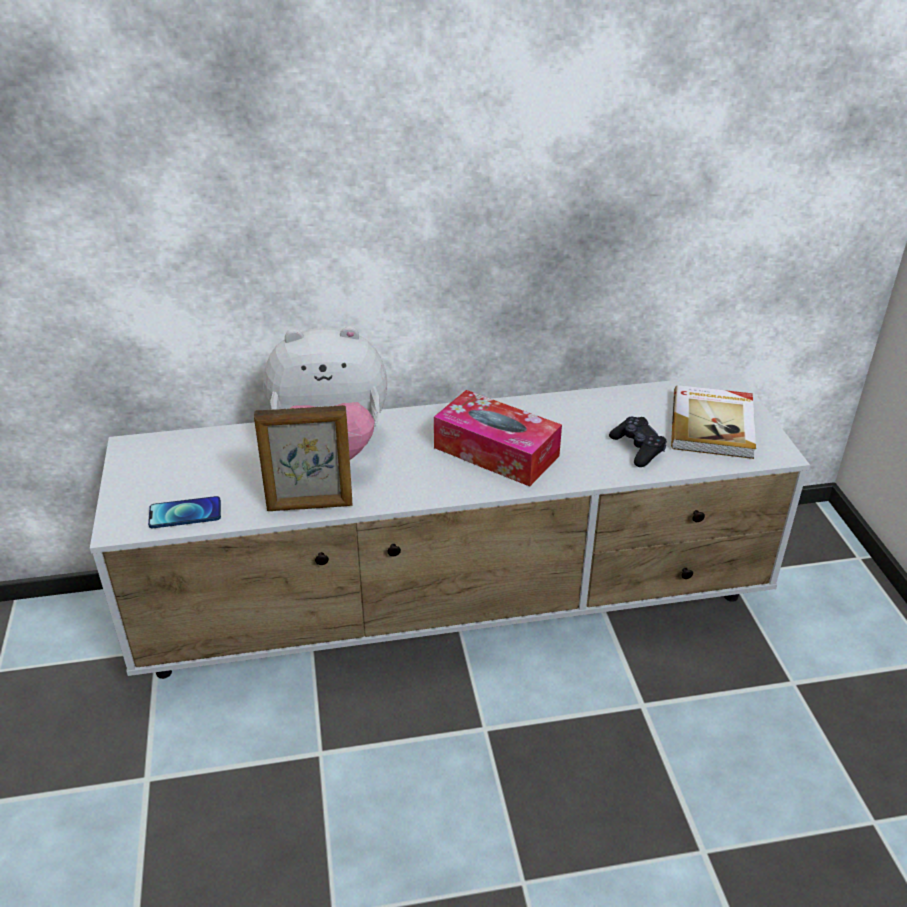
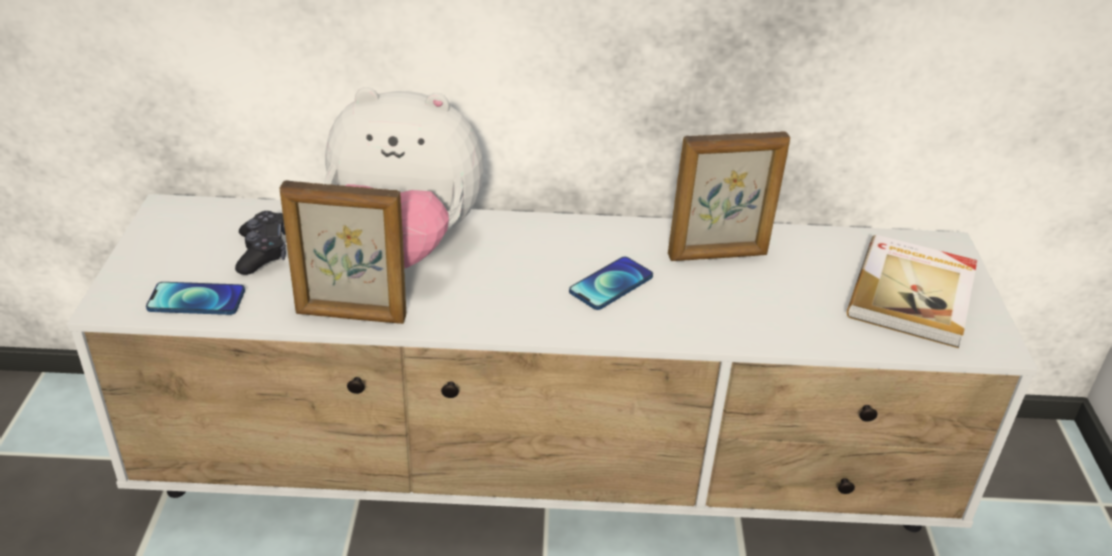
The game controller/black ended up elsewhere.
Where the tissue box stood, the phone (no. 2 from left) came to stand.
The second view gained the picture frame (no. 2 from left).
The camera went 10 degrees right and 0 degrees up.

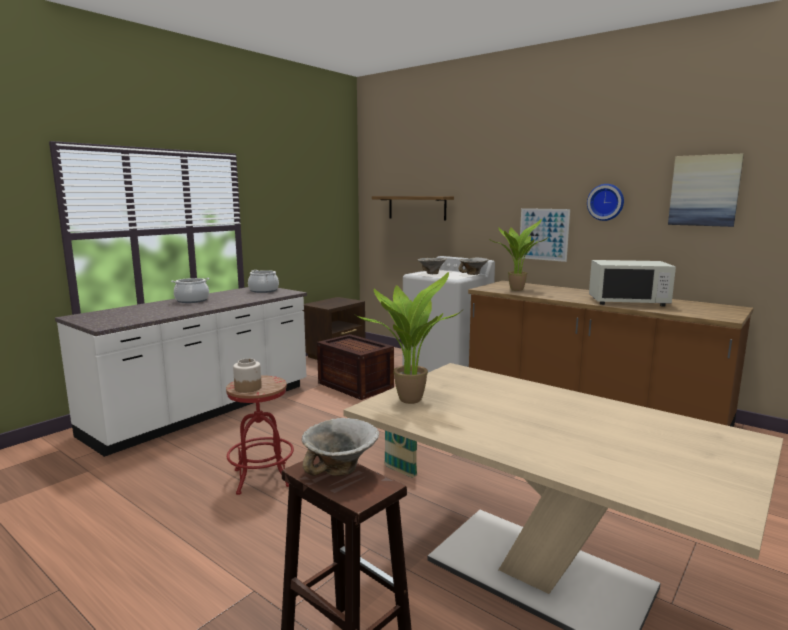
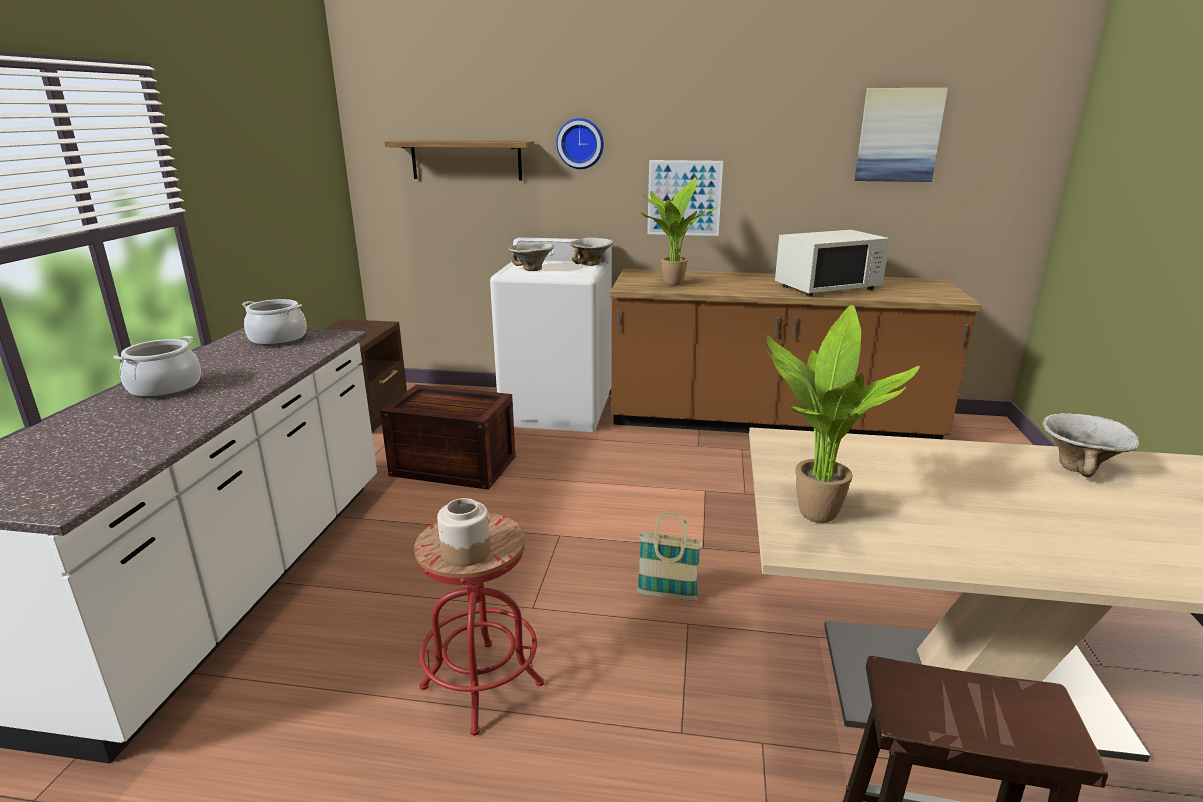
The wall clock ended up elsewhere.
The bowl (no. 1 from left in the first image) ended up elsewhere.
The camera went 30 degrees left and 10 degrees up.

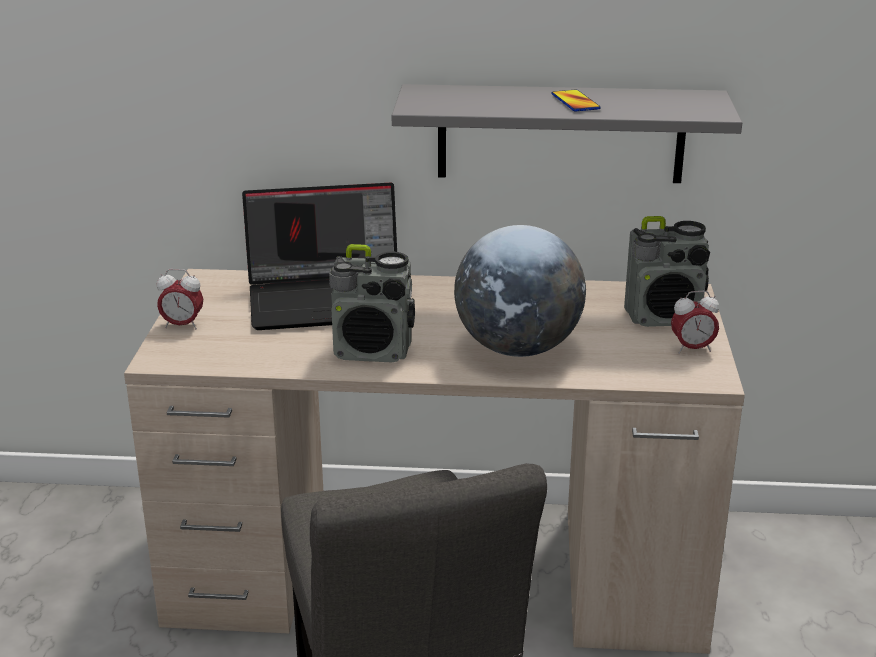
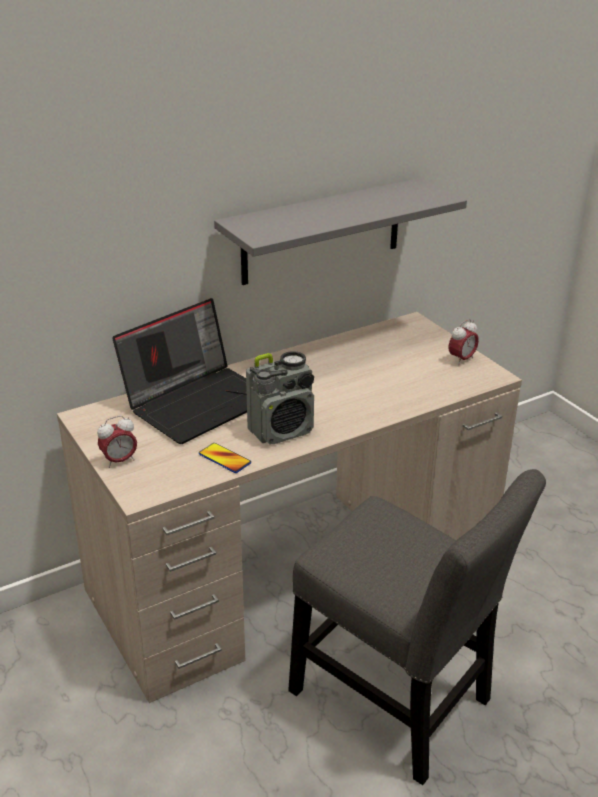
The phone ended up elsewhere.
The second view lost the globe.
The second view lost the radio (no. 2 from left).
The camera went 35 degrees left and 5 degrees up.

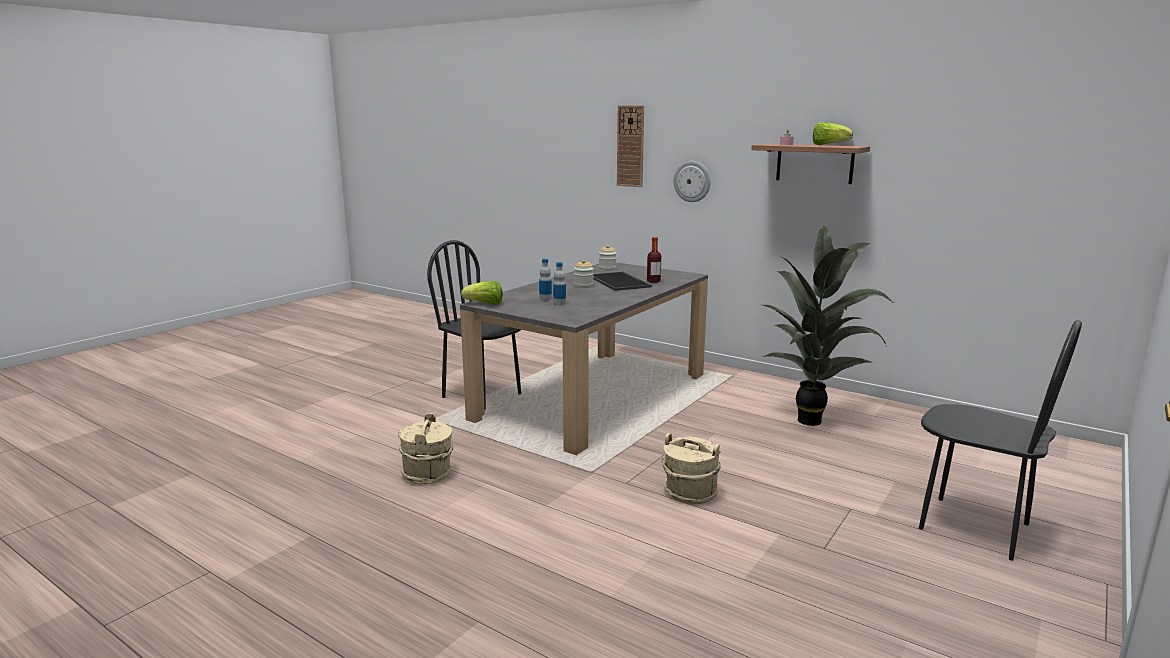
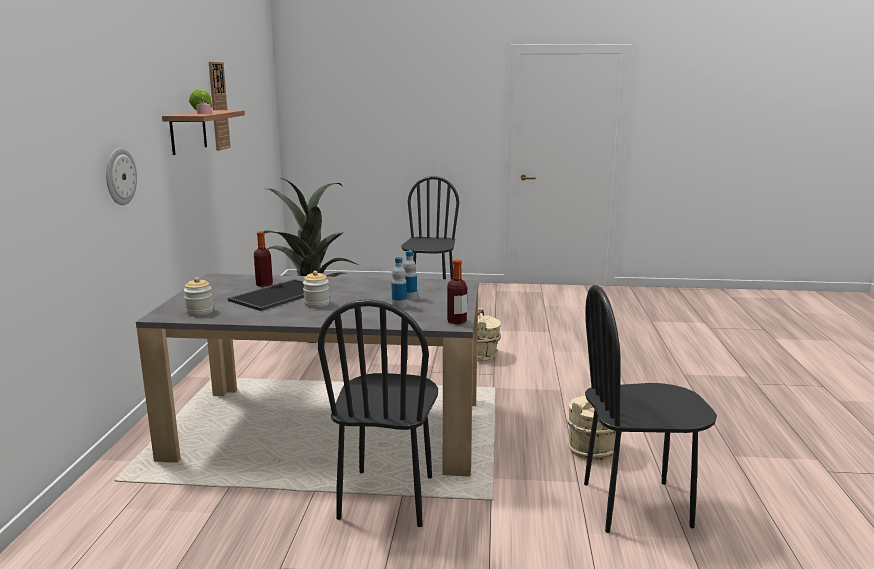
The wall clock (no. 1 from left in the first image) ended up elsewhere.
Where the lettuce (no. 1 from left) stood, the bottle (no. 4 from left) came to stand.
The second view gained the chair/black (no. 3 from left).
The camera went 120 degrees left and 0 degrees up.

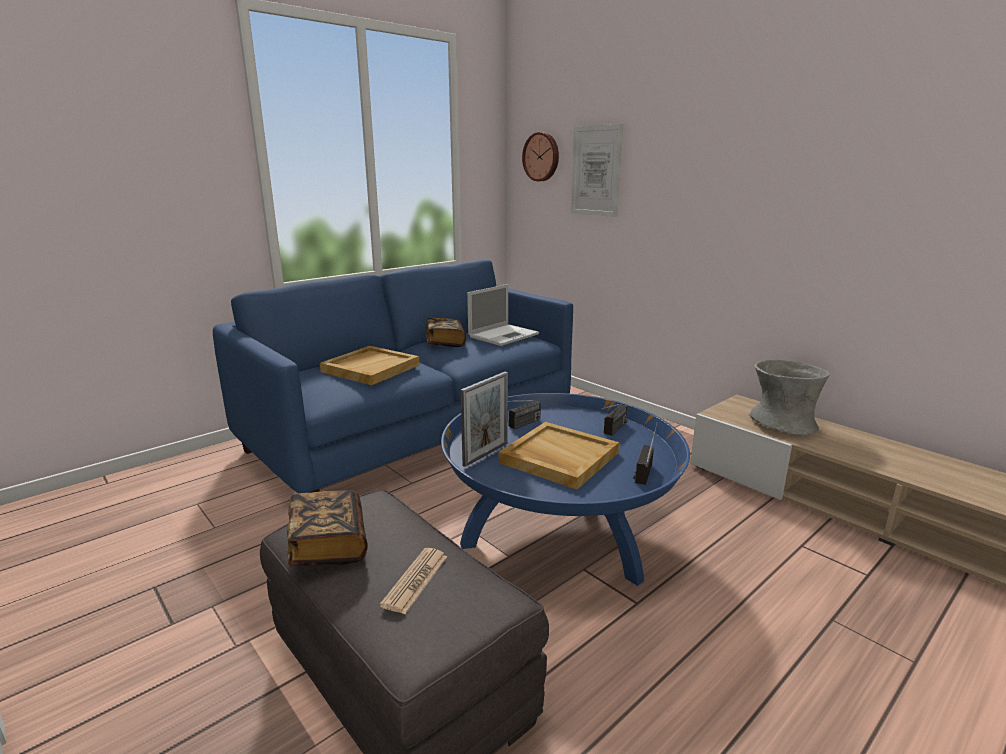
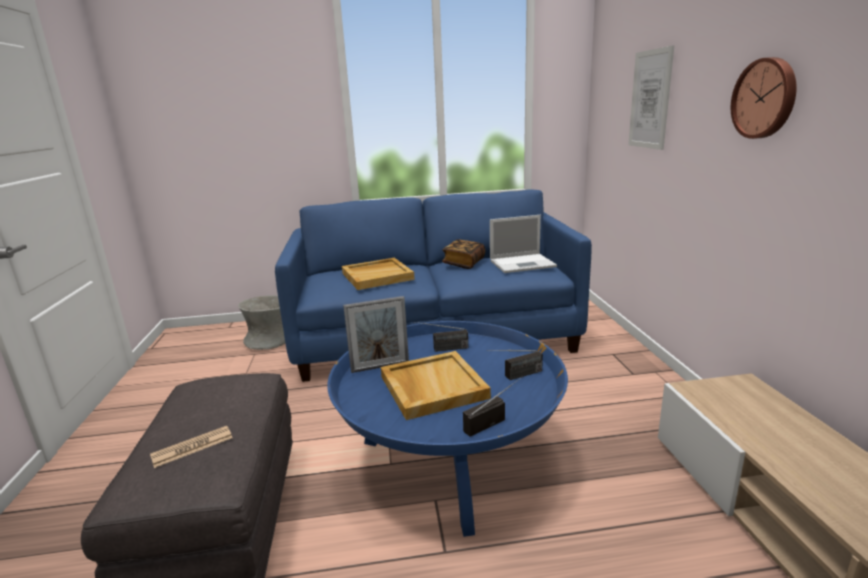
The vase/grey ended up elsewhere.
The wall clock ended up elsewhere.
The second view lost the book (no. 1 from left).
The camera went 35 degrees right and 0 degrees up.

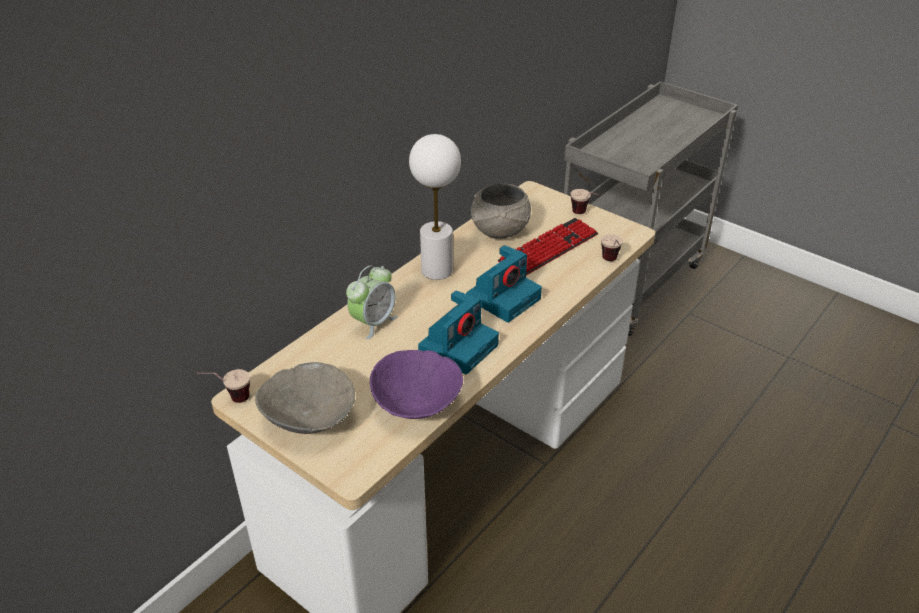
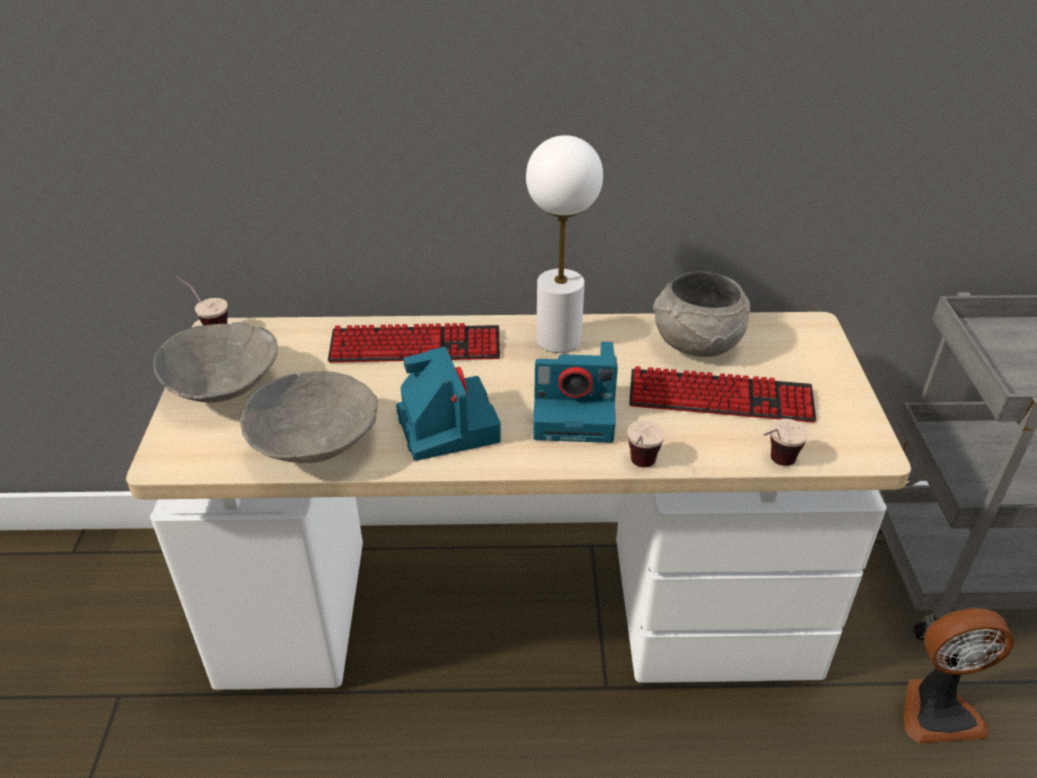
What was the bowl/purple turned into the bowl/grey (no. 2 from left).
Where the alarm clock stood, the keyboard (no. 1 from left) came to stand.
The photo camera (no. 1 from left) ended up facing another way, 105 degrees counterclockwise from before.
The cup (no. 2 from left) ended up elsewhere.
The second view gained the fan.
The camera went 50 degrees right and 0 degrees up.

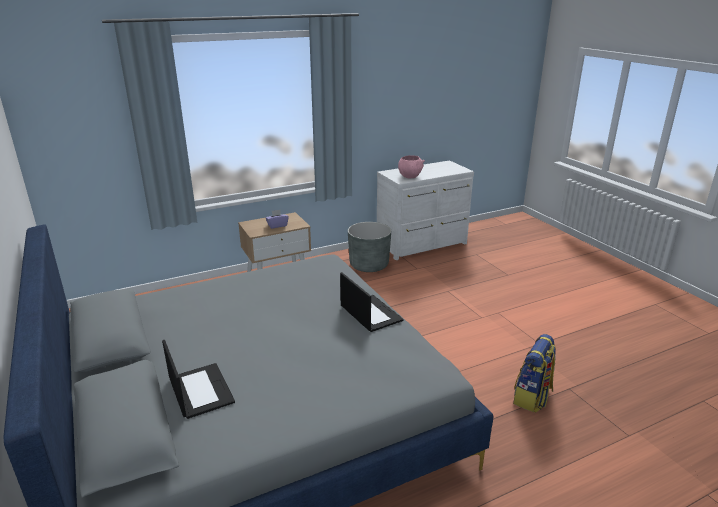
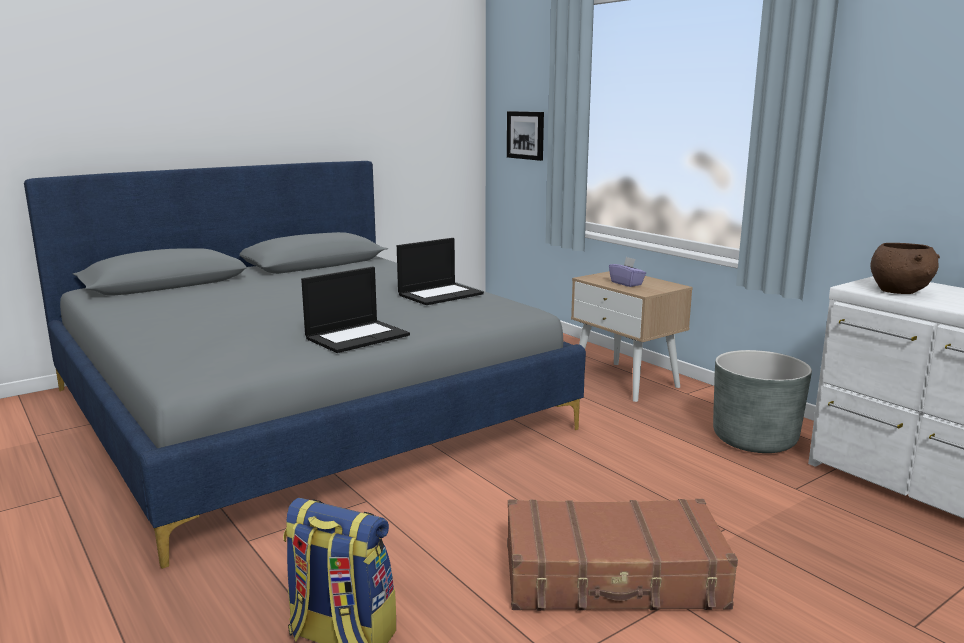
The laptop (no. 1 from left in the first image) ended up elsewhere.
The second view gained the picture.
The second view gained the suitcase/brown.
What was the bowl/pink turned into the bowl/brown.
The camera went 80 degrees right and 10 degrees down.

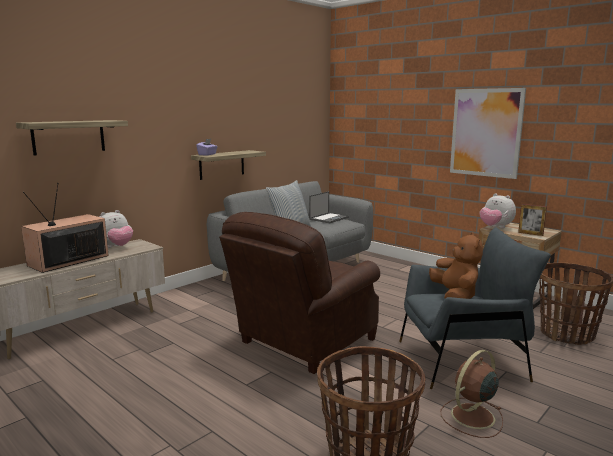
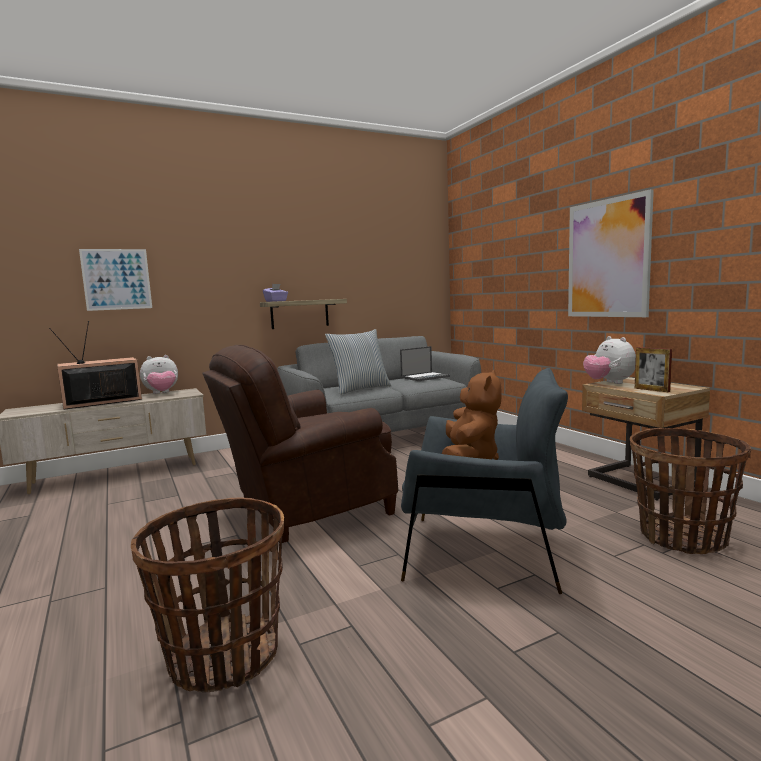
Where the shelf (no. 1 from left) hung, the picture (no. 1 from left) came to hang.
The second view lost the fan/brown.
The camera went 20 degrees right and 5 degrees down.

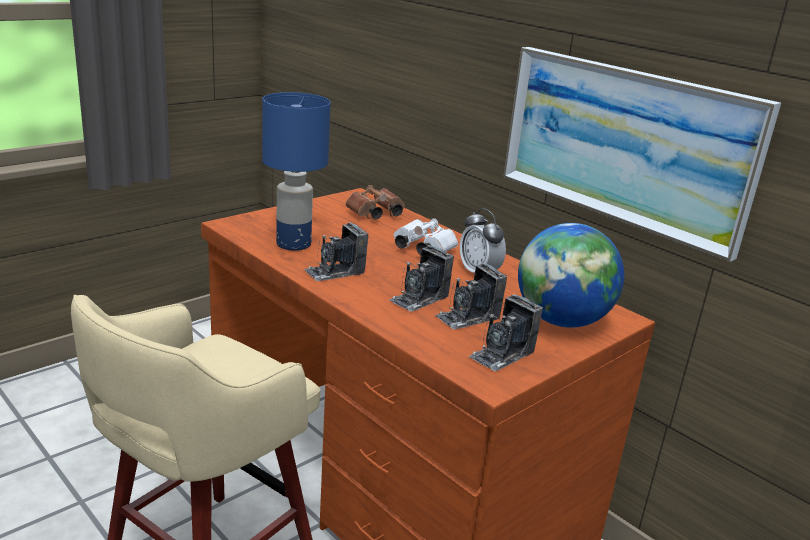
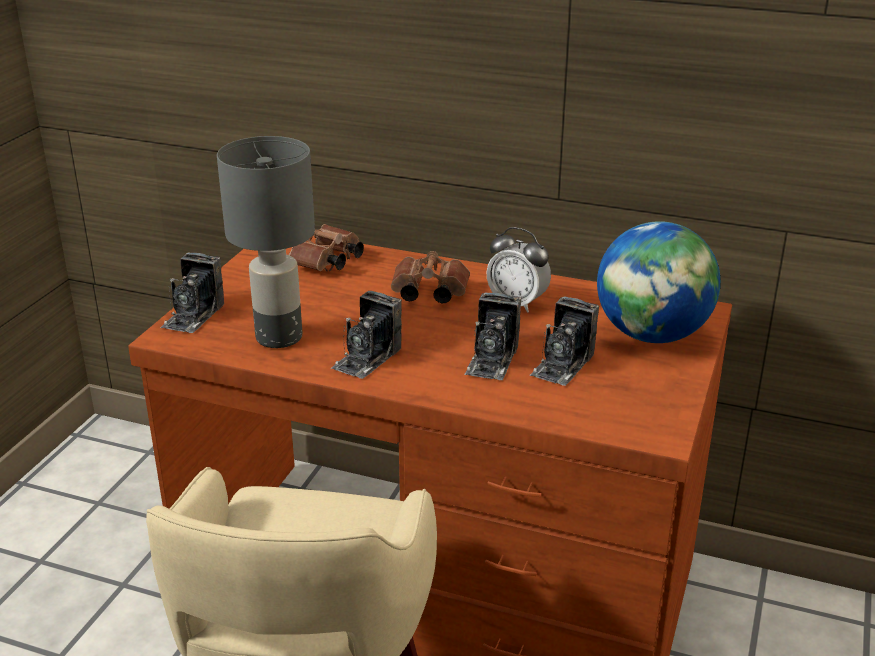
The photo camera (no. 4 from left in the first image) ended up elsewhere.
What was the table lamp/blue turned into the table lamp/grey.
What was the binoculars/white turned into the binoculars/brown (no. 2 from left).
The second view lost the picture.
The camera went 25 degrees left and 5 degrees up.

